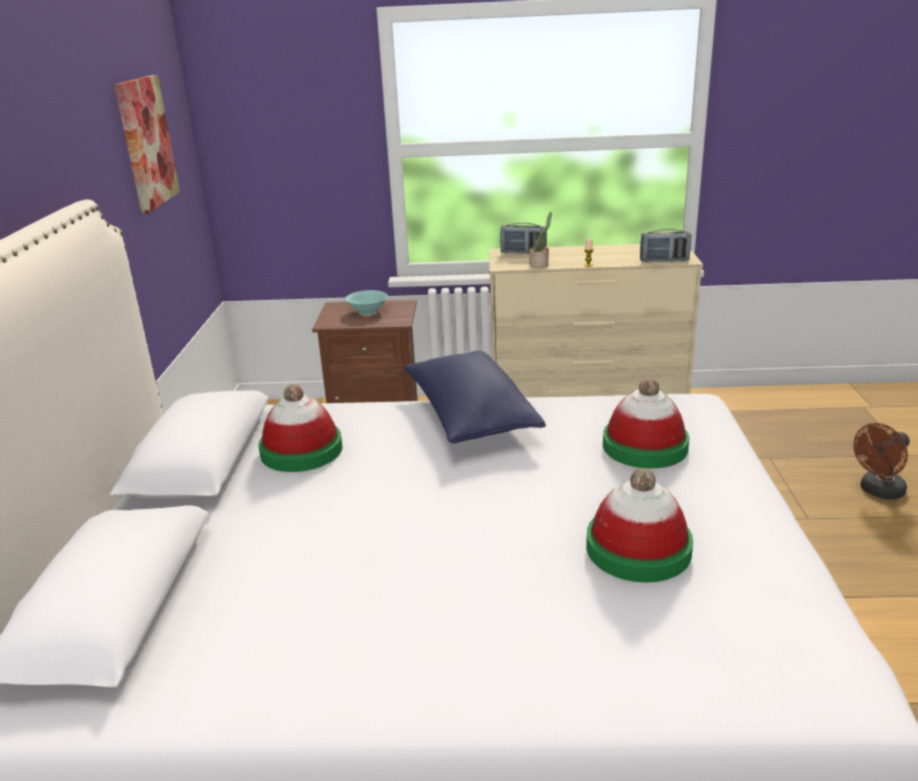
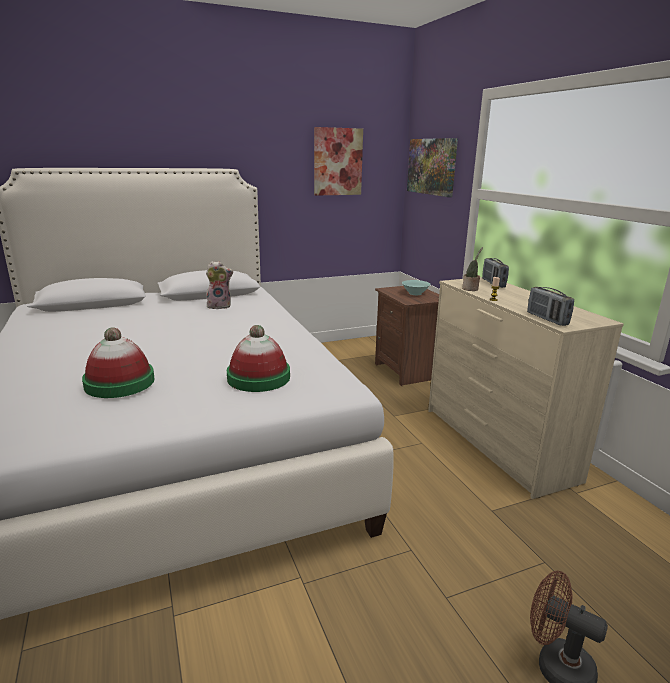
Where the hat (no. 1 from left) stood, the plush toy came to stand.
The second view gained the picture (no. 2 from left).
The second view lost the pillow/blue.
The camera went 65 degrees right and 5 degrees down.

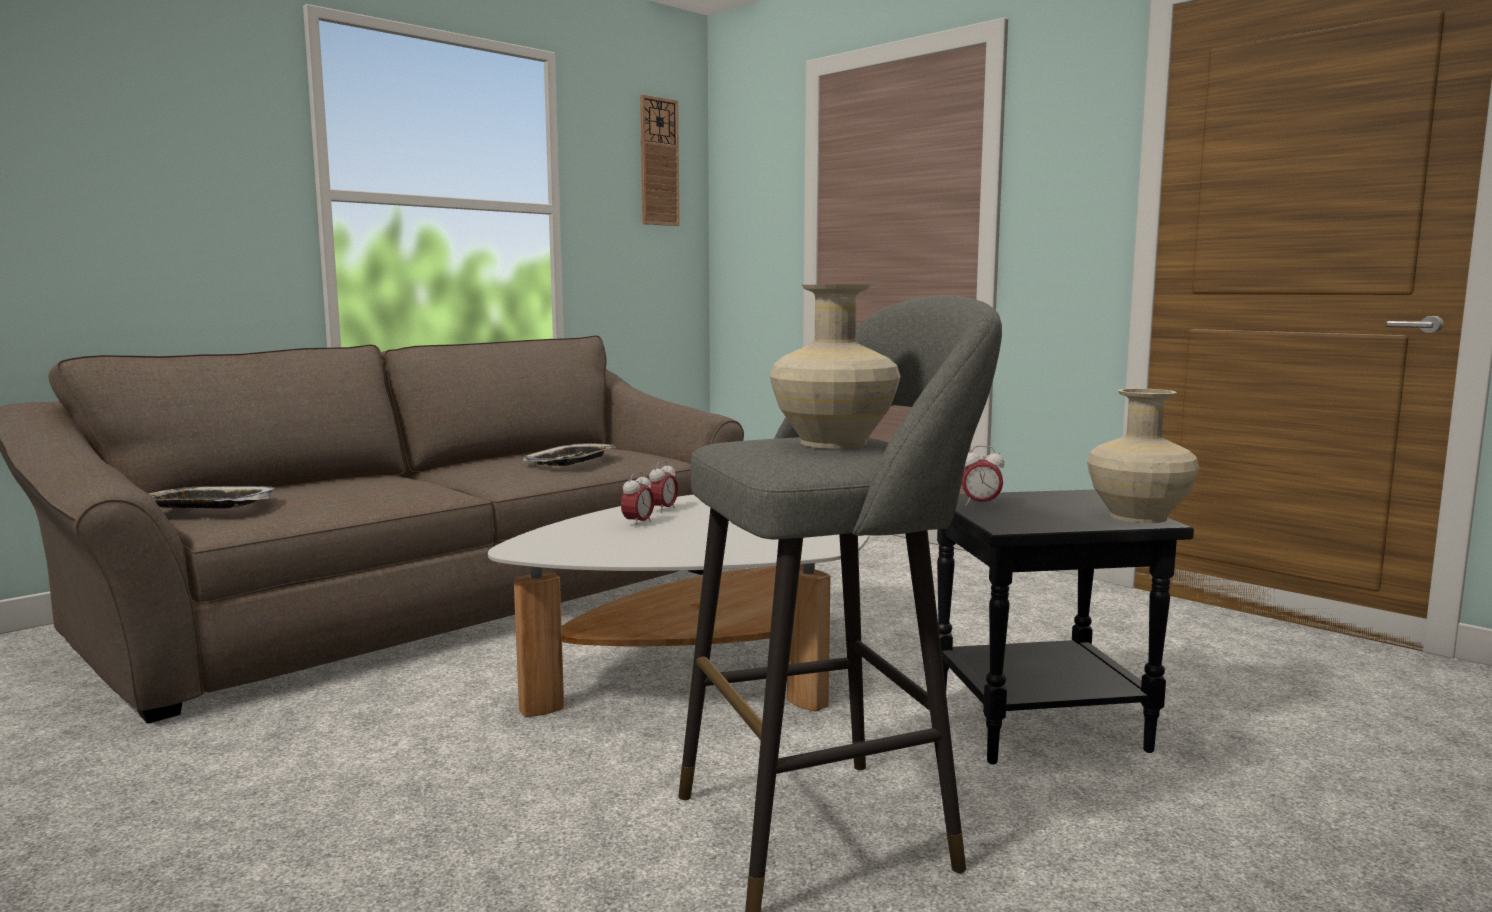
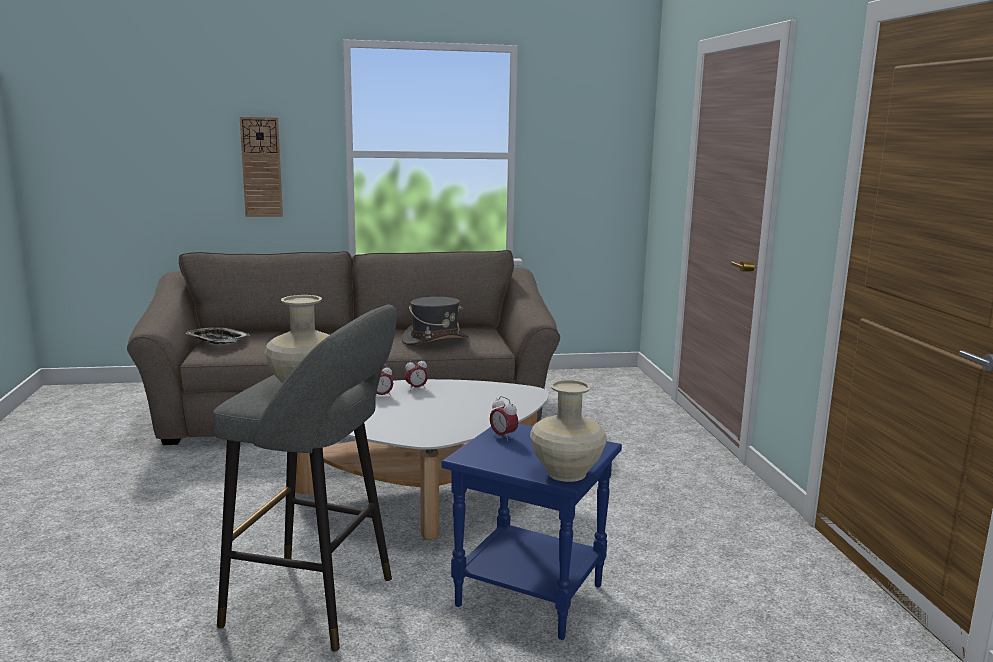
The wall clock ended up elsewhere.
Where the tray (no. 2 from left) stood, the hat/grey came to stand.
What was the side table/black turned into the side table/blue.
The camera went 35 degrees right and 5 degrees up.

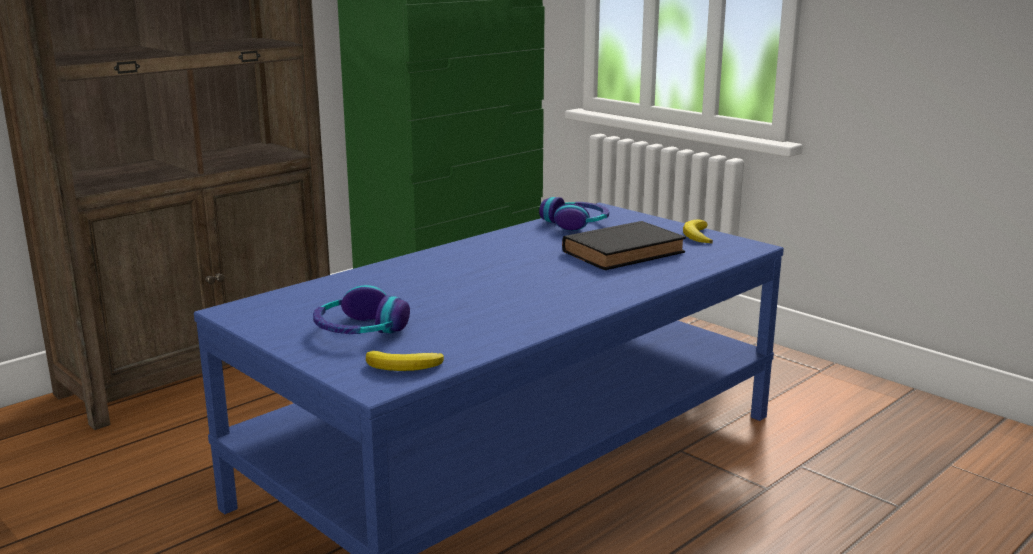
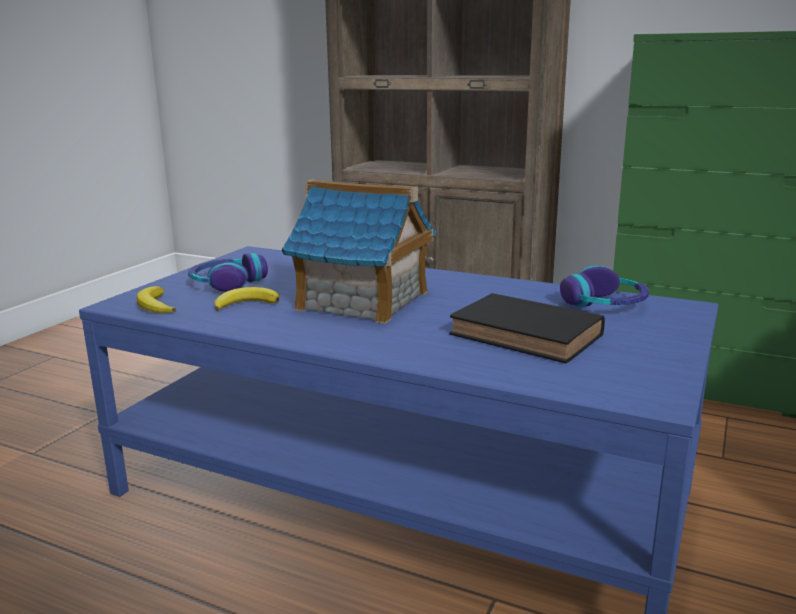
The banana (no. 2 from left) ended up elsewhere.
The second view gained the toy house.
The camera went 70 degrees right and 0 degrees up.

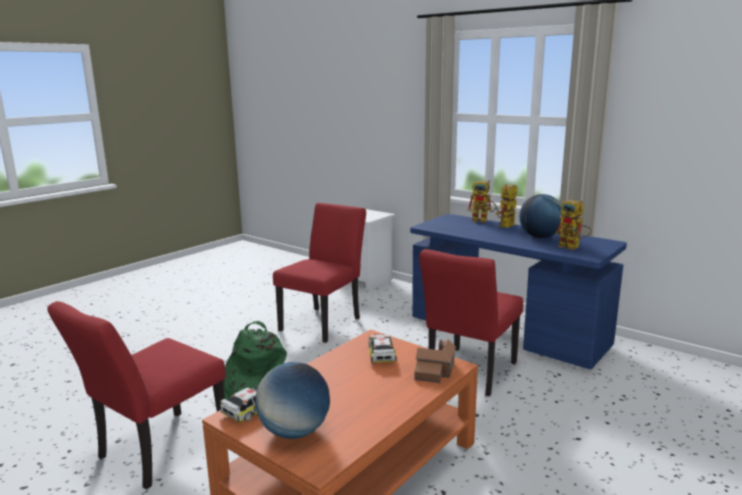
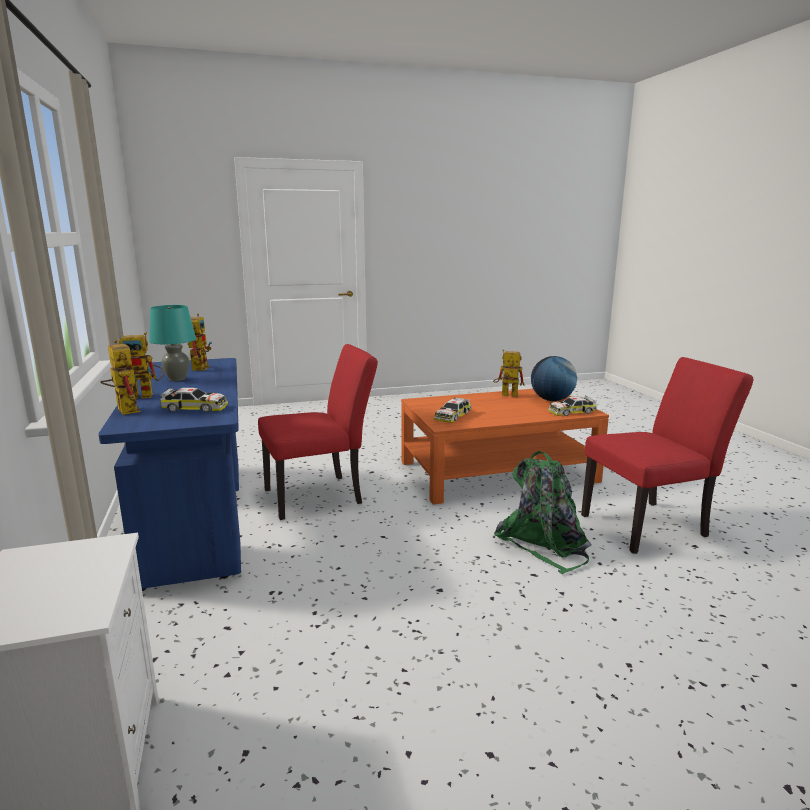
Where the globe (no. 2 from left) stood, the table lamp/turquoise came to stand.
The second view gained the toy car (no. 1 from left).
The second view gained the toy robot (no. 4 from left).
The second view lost the chair/red (no. 2 from left).
The second view lost the toy house.
The camera went 145 degrees left and 0 degrees up.

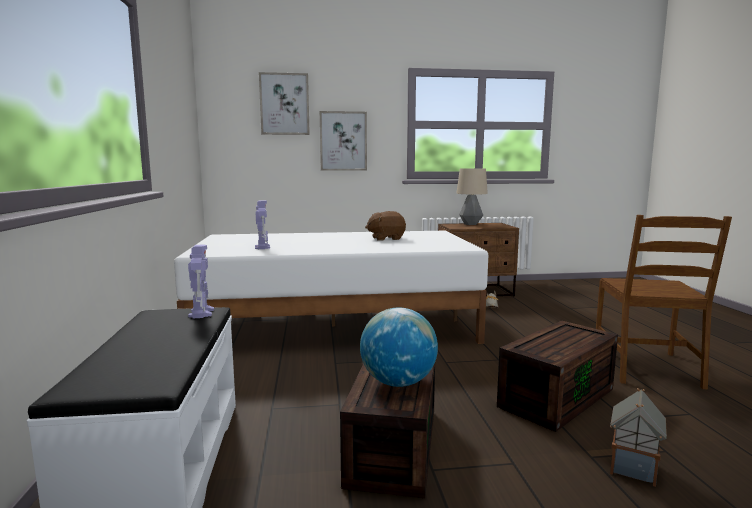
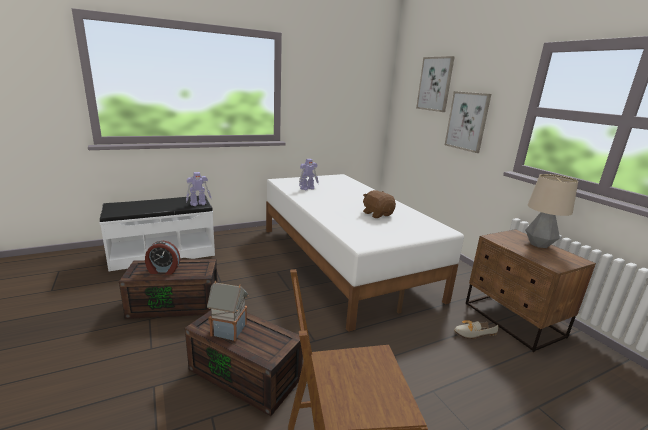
Where the globe stood, the alarm clock came to stand.
The toy house ended up elsewhere.
The camera went 70 degrees right and 10 degrees up.

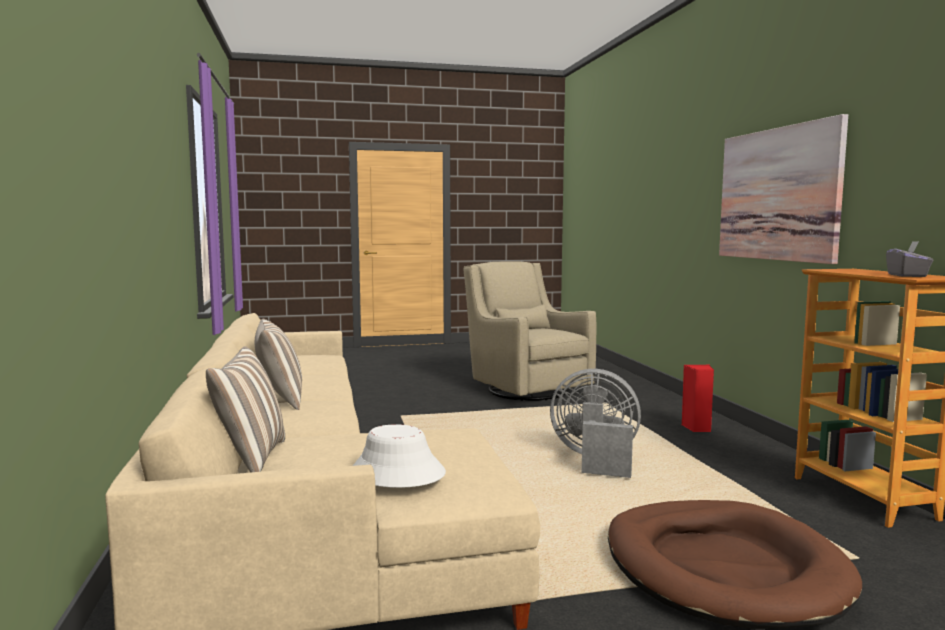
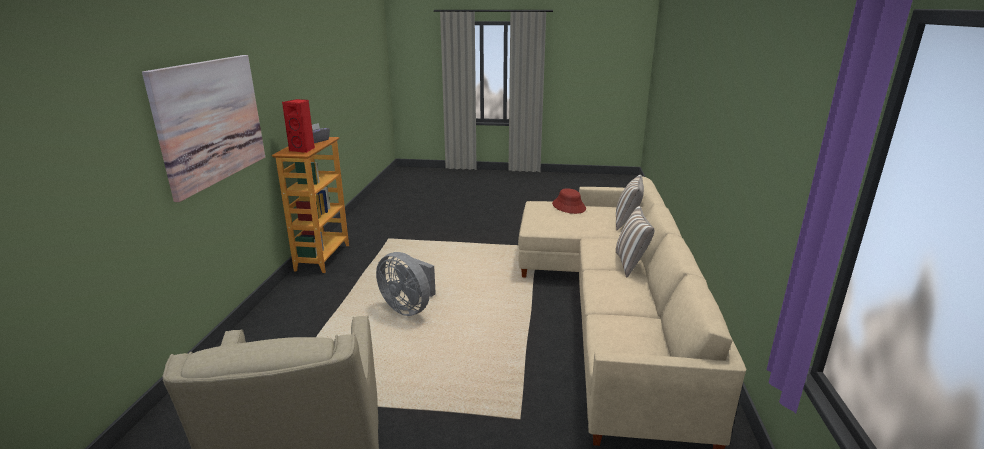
The speaker/red ended up elsewhere.
What was the hat/white turned into the hat/red.
The second view lost the dog bed/brown.
The camera went 160 degrees left and 15 degrees up.

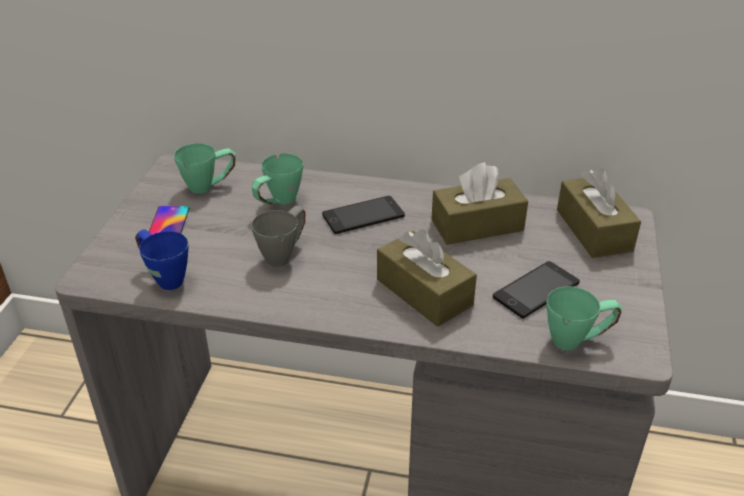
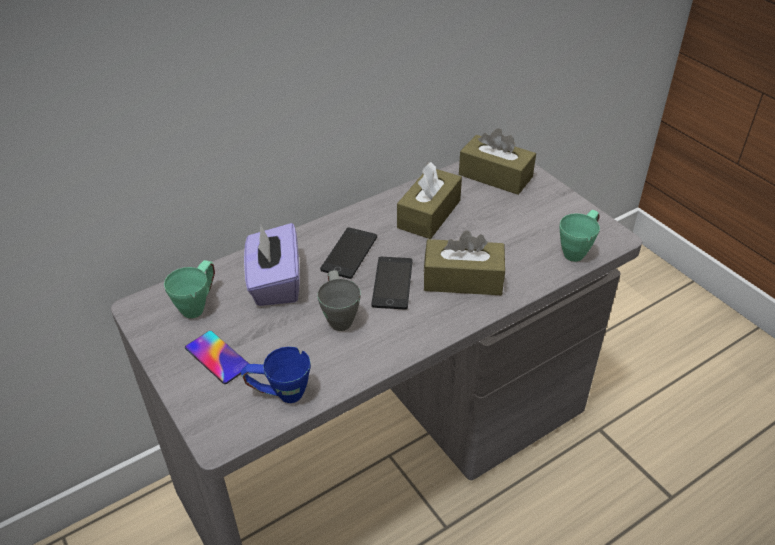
Where the mug/green (no. 2 from left) stood, the tissue box/purple came to stand.
The phone (no. 3 from left) ended up elsewhere.
The camera went 45 degrees left and 5 degrees up.

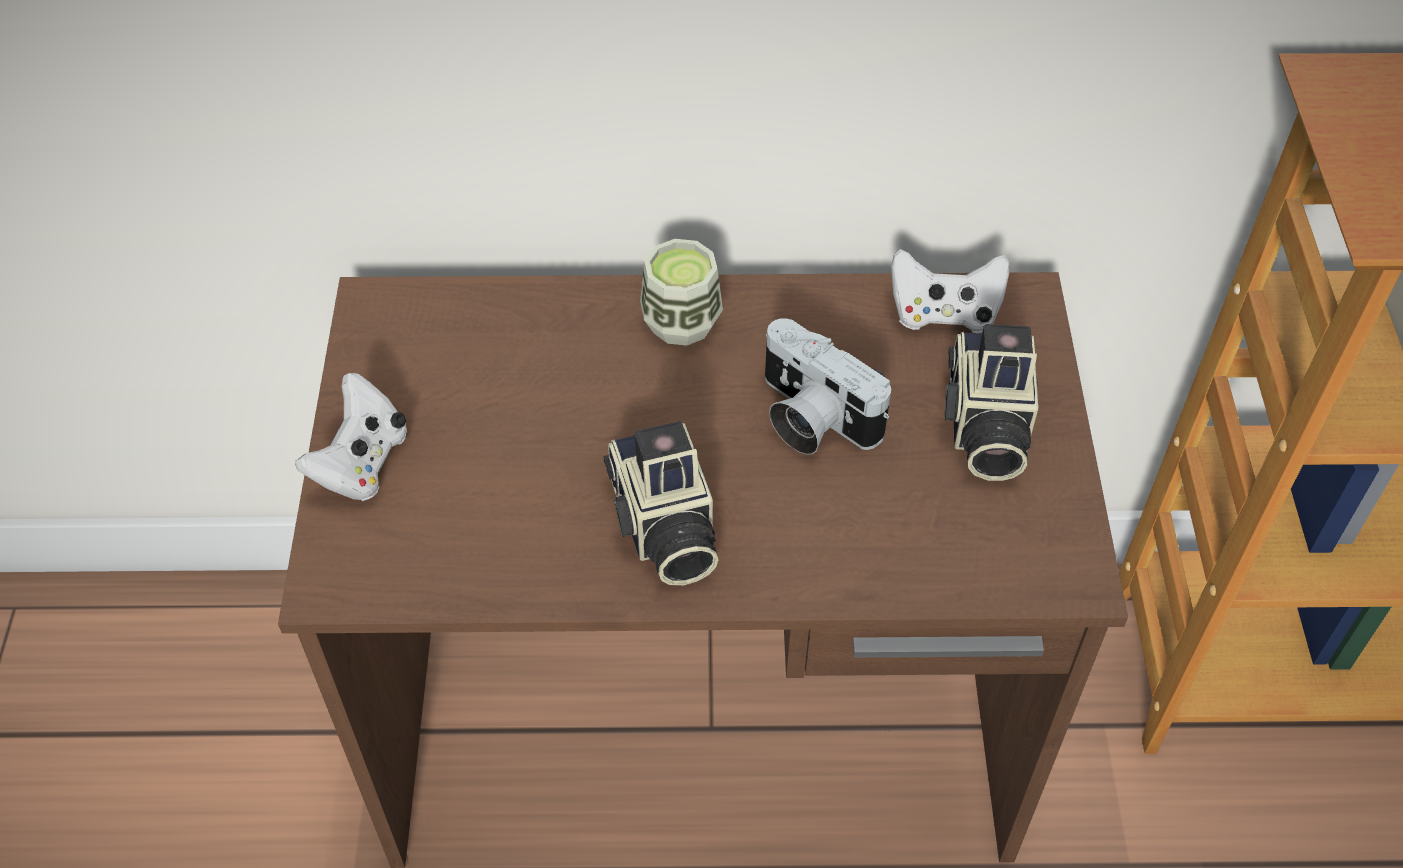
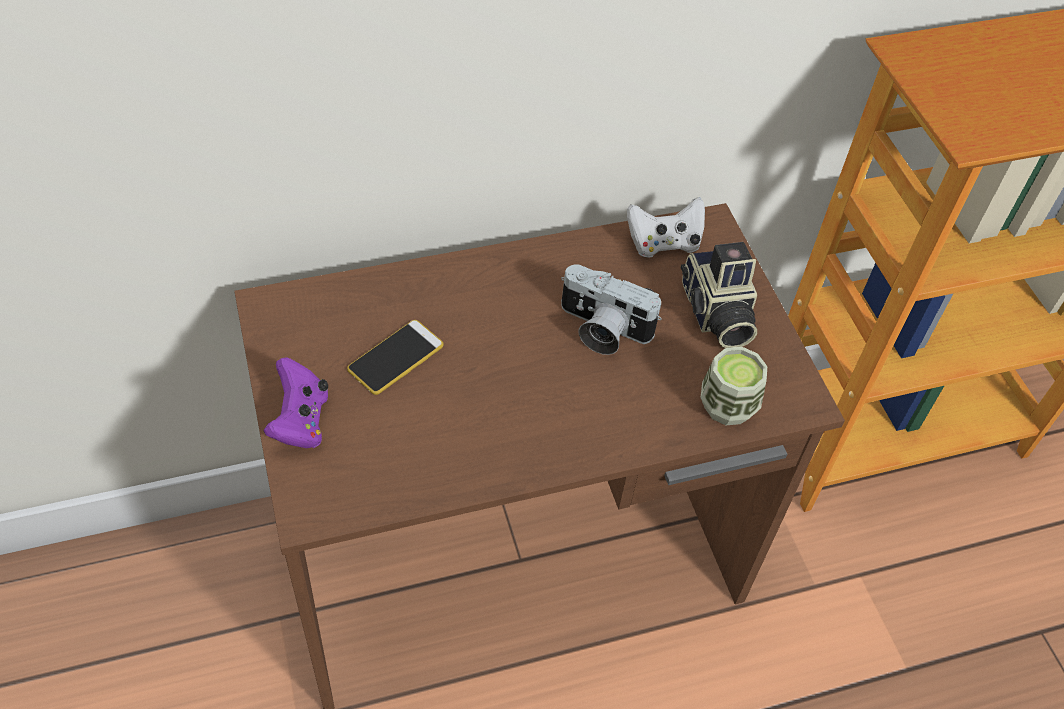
What was the game controller/white (no. 1 from left) turned into the game controller/purple.
The second view gained the phone.
The cup ended up elsewhere.
The second view lost the photo camera (no. 1 from left).
The camera went 20 degrees left and 0 degrees up.

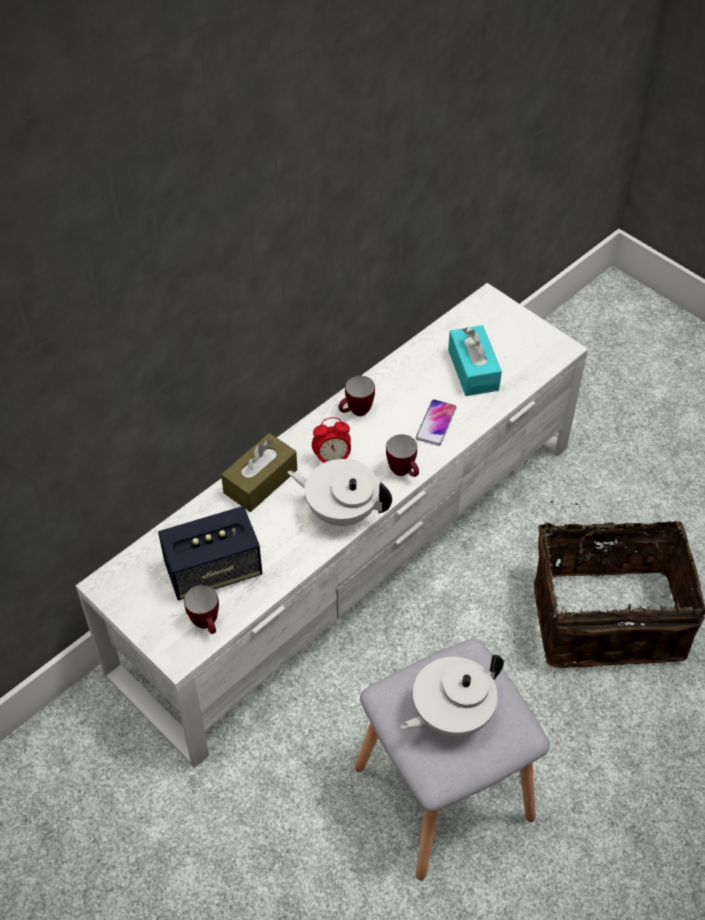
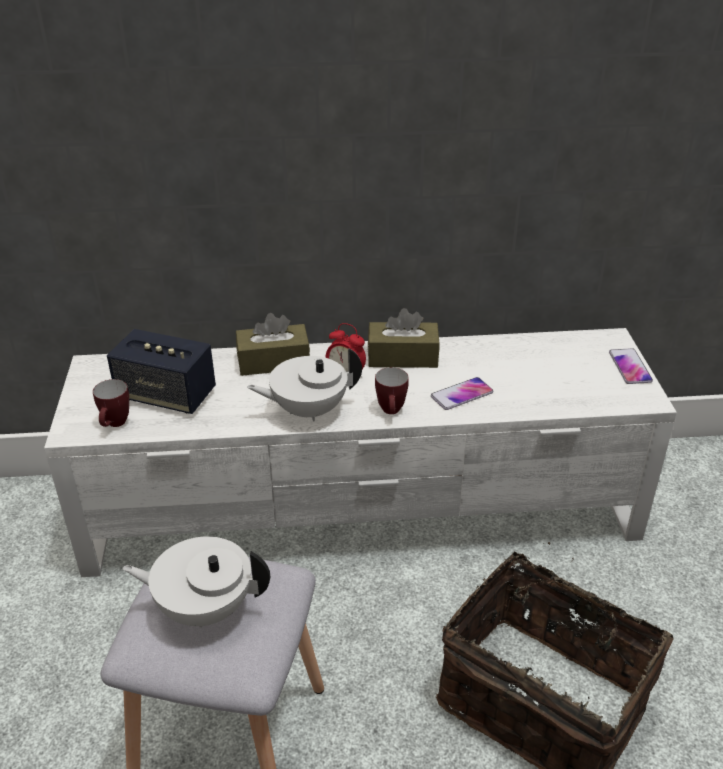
The teapot/white (no. 1 from left in the first image) ended up facing another way, 75 degrees counterclockwise from before.
Where the mug (no. 2 from left) stood, the tissue box/brown (no. 2 from left) came to stand.
The second view gained the phone (no. 2 from left).
The second view lost the tissue box/turquoise.
The camera went 40 degrees right and 15 degrees down.

